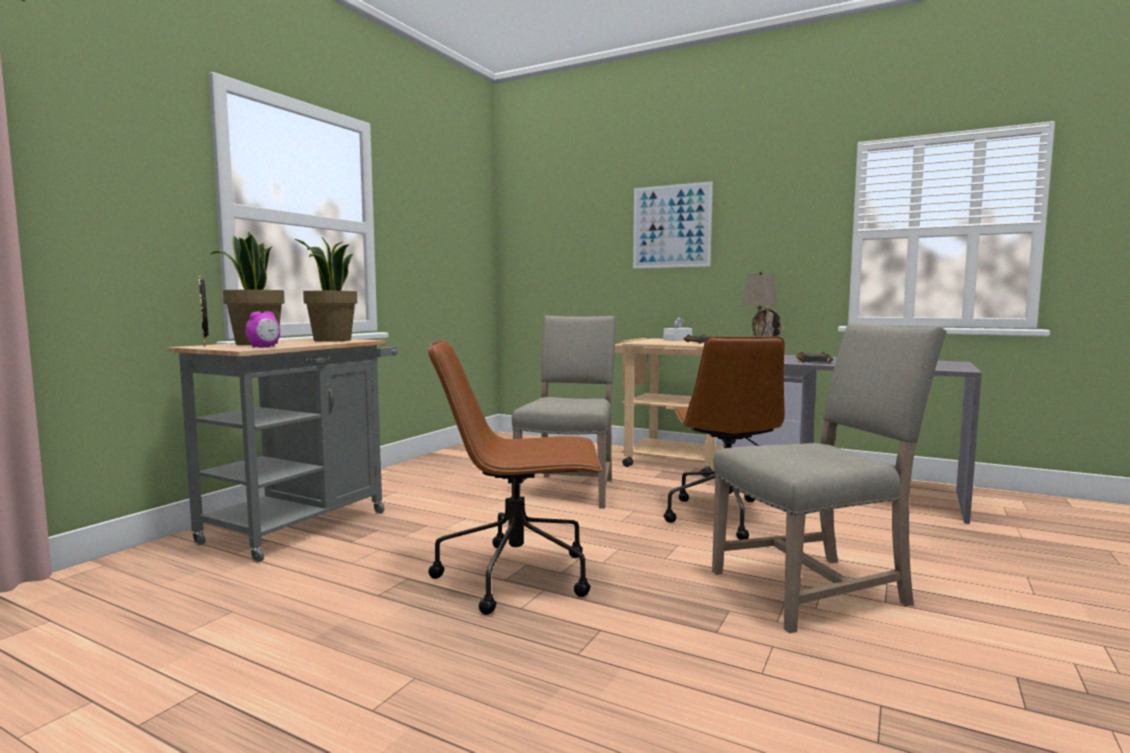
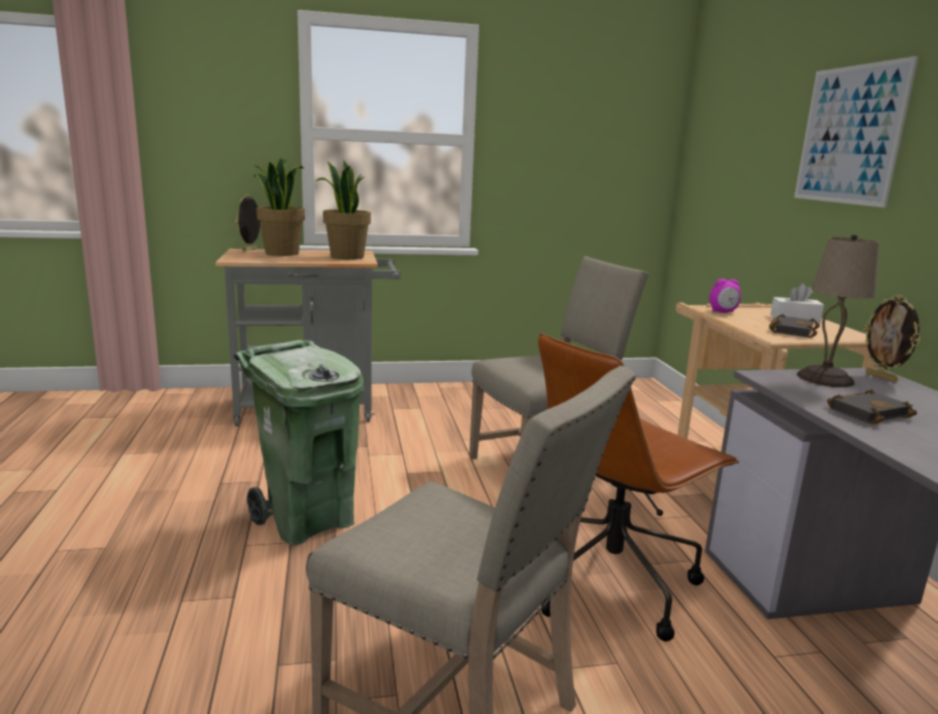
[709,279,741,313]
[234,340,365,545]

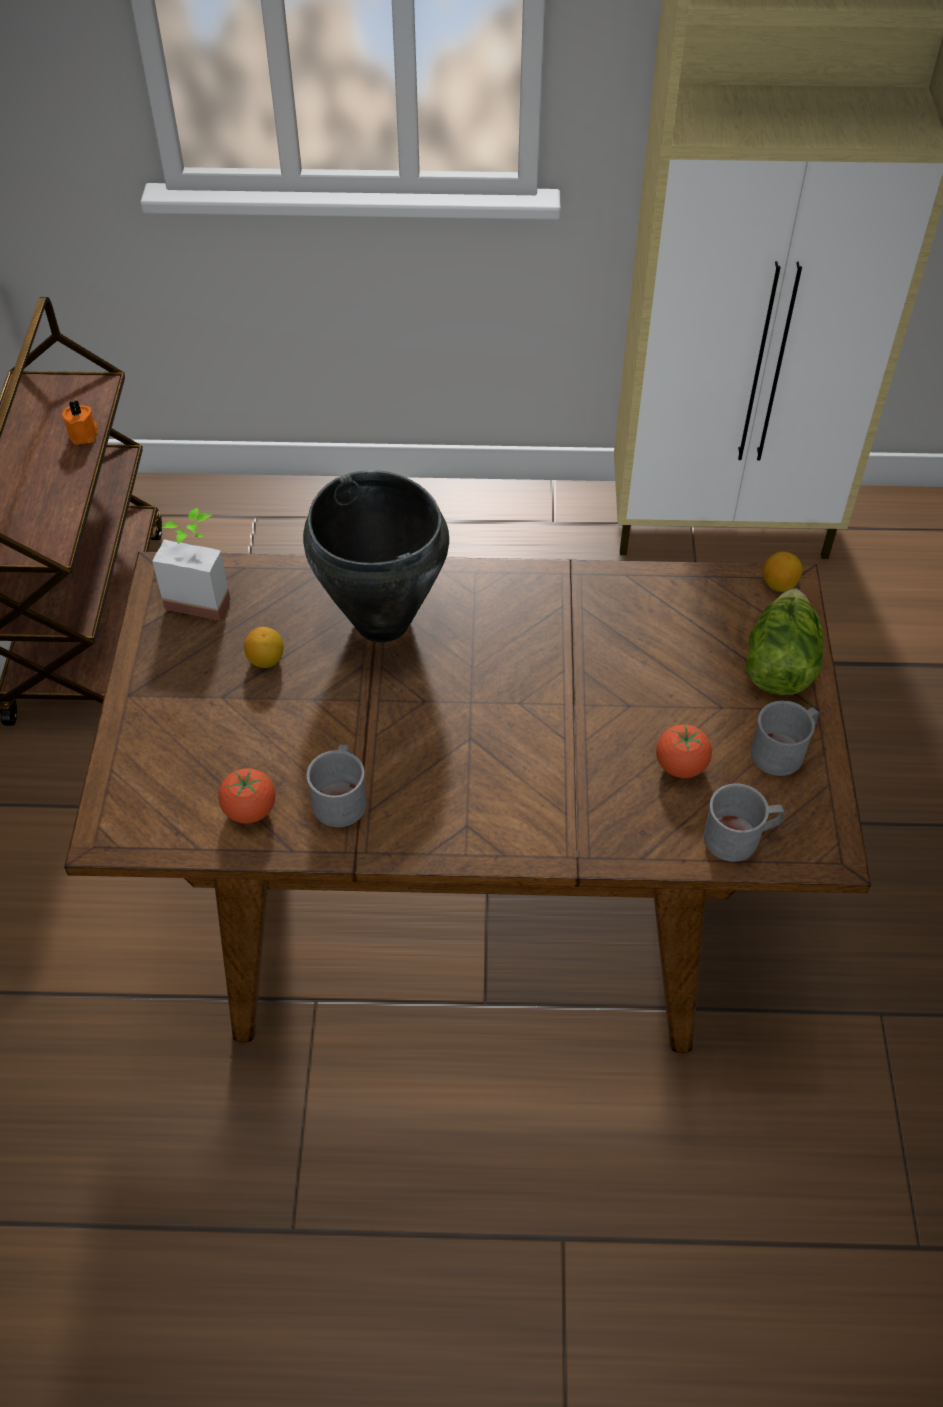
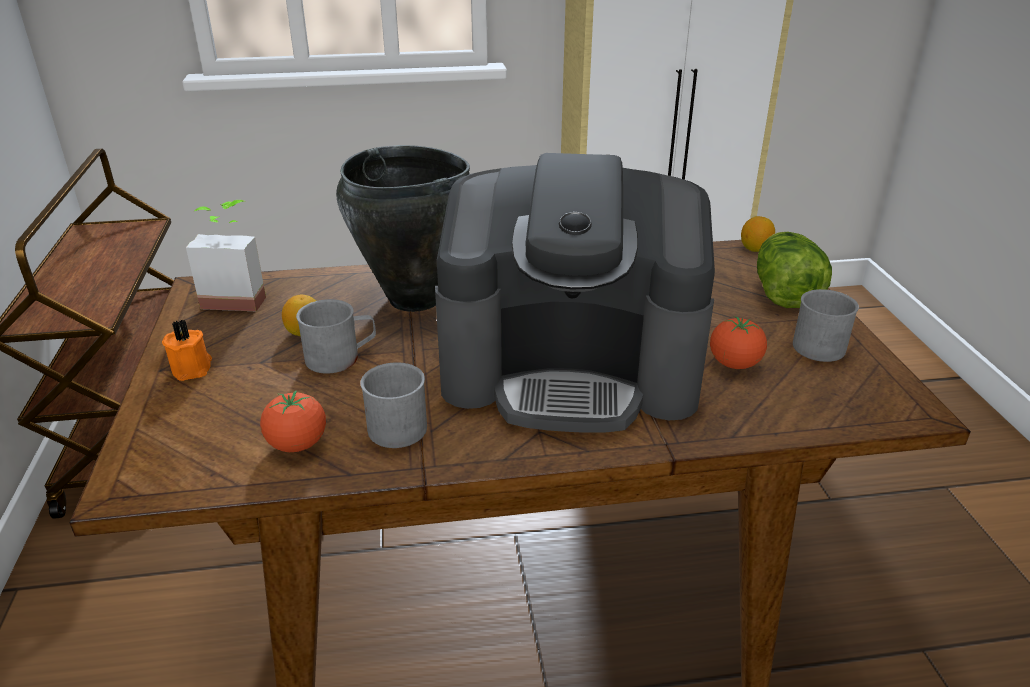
[162,319,212,381]
[296,299,376,374]
[435,153,715,433]

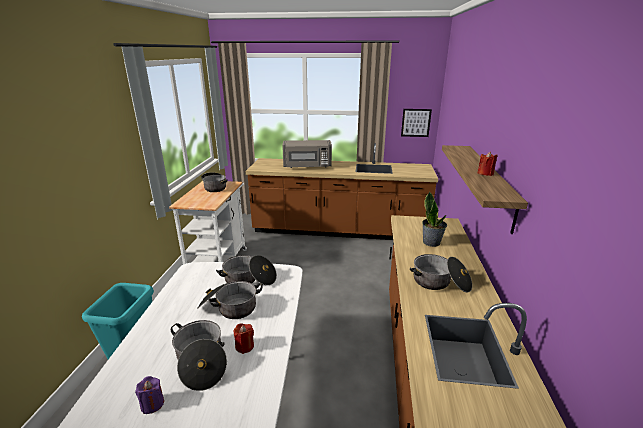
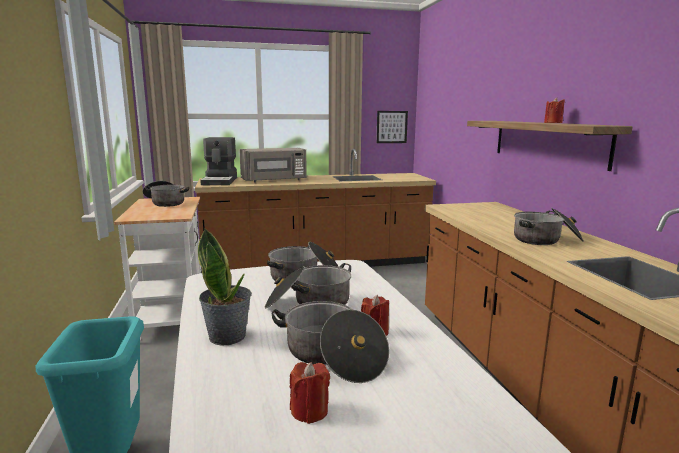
[290,362,330,424]
[198,229,252,346]
[200,137,237,185]

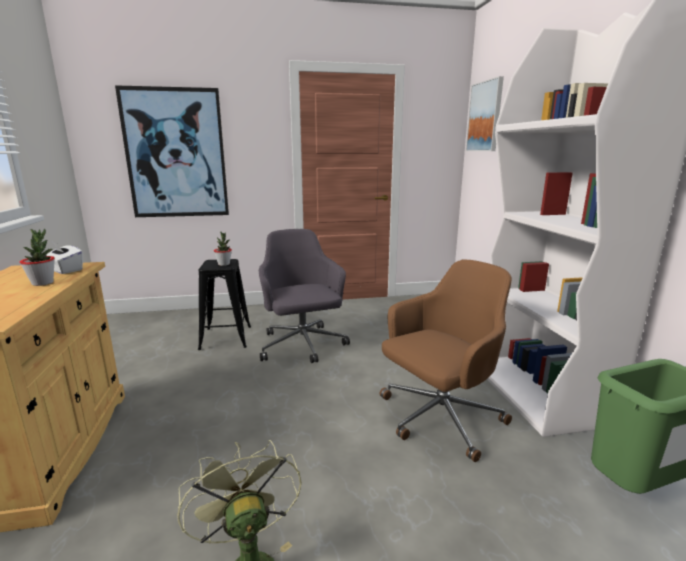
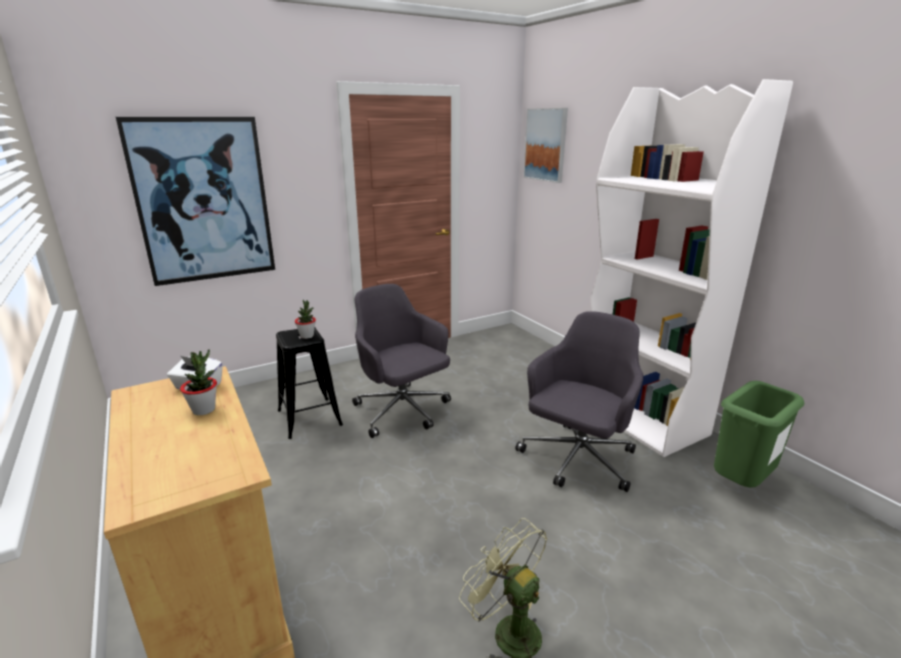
[515,311,643,492]

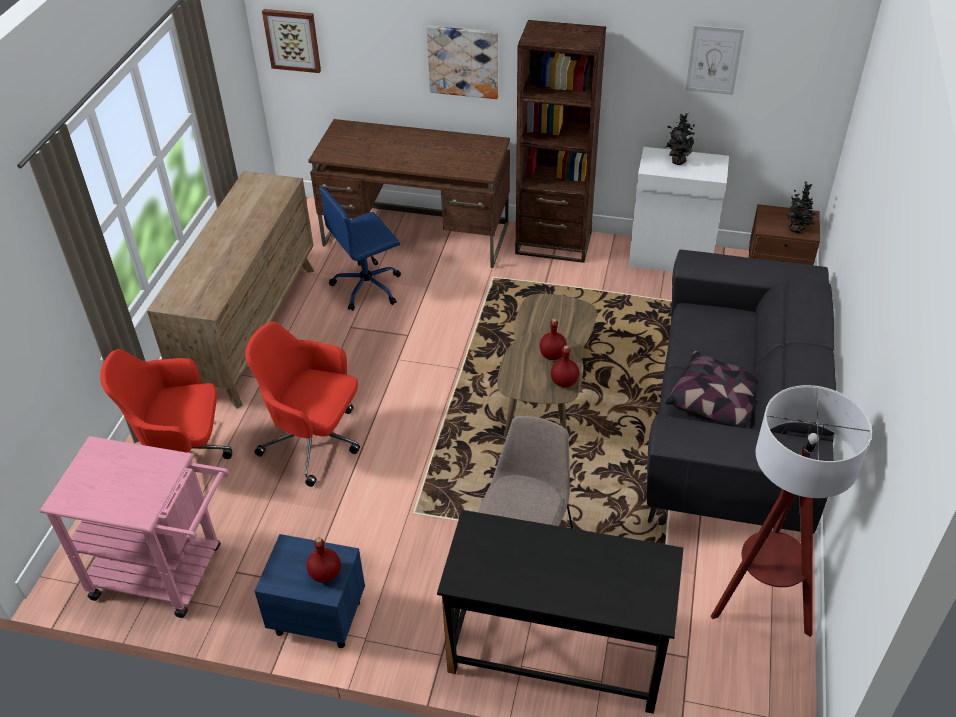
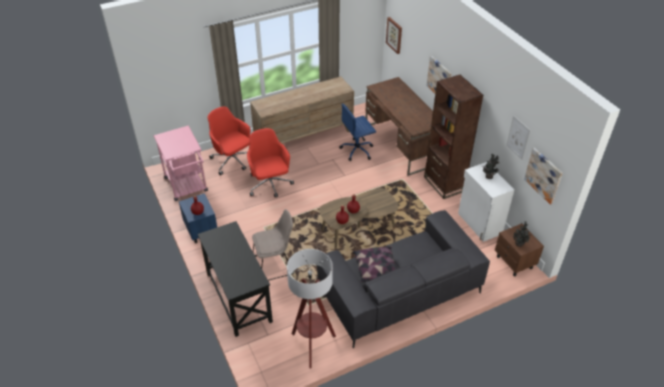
[339,104,376,161]
[524,148,563,205]

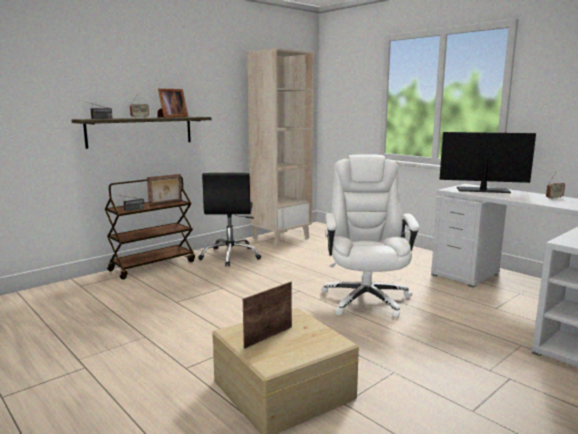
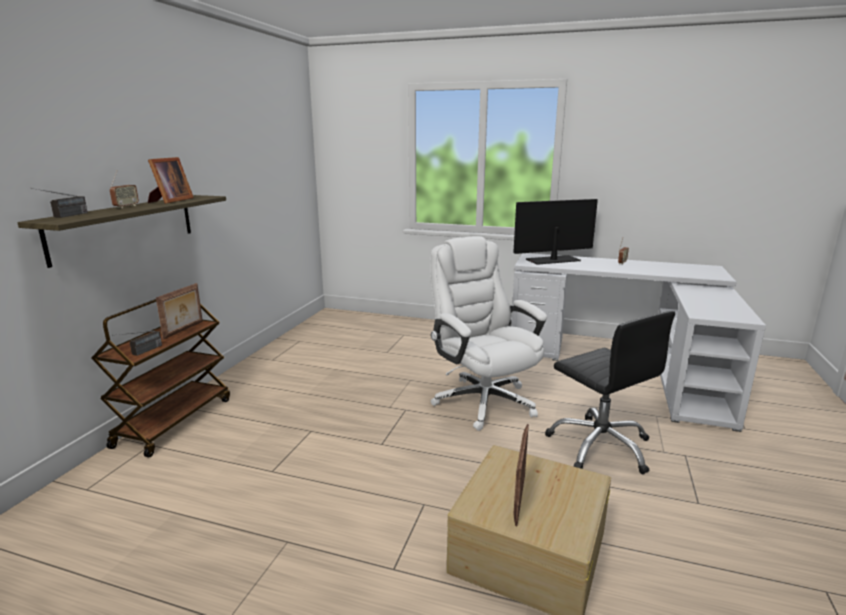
[545,311,675,474]
[247,48,314,247] (first image)

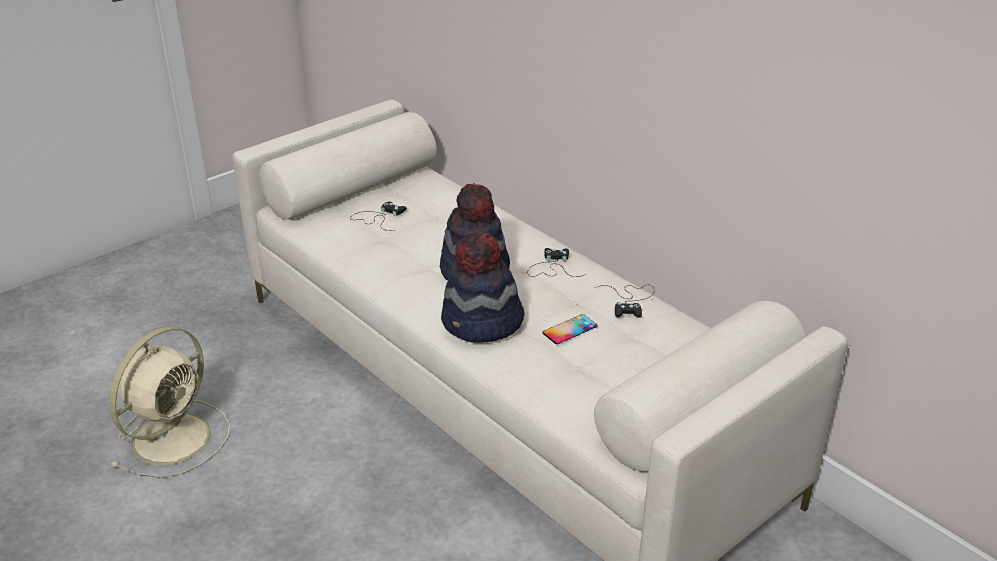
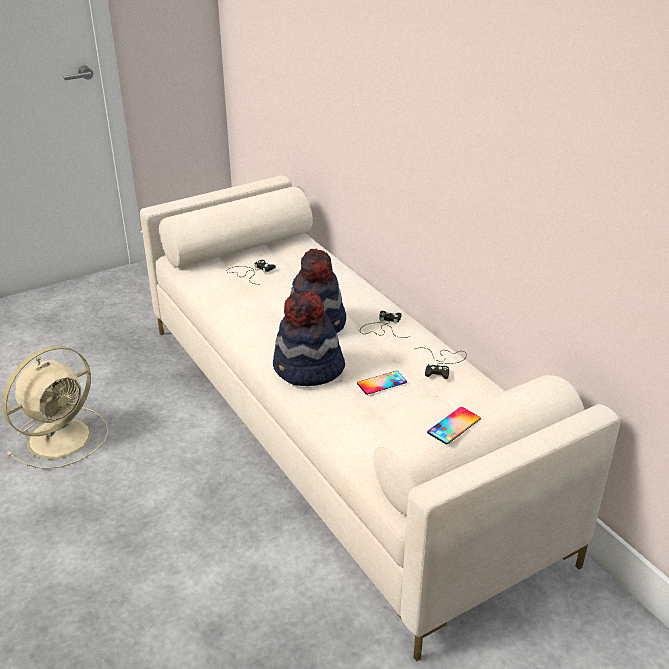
[427,407,481,444]

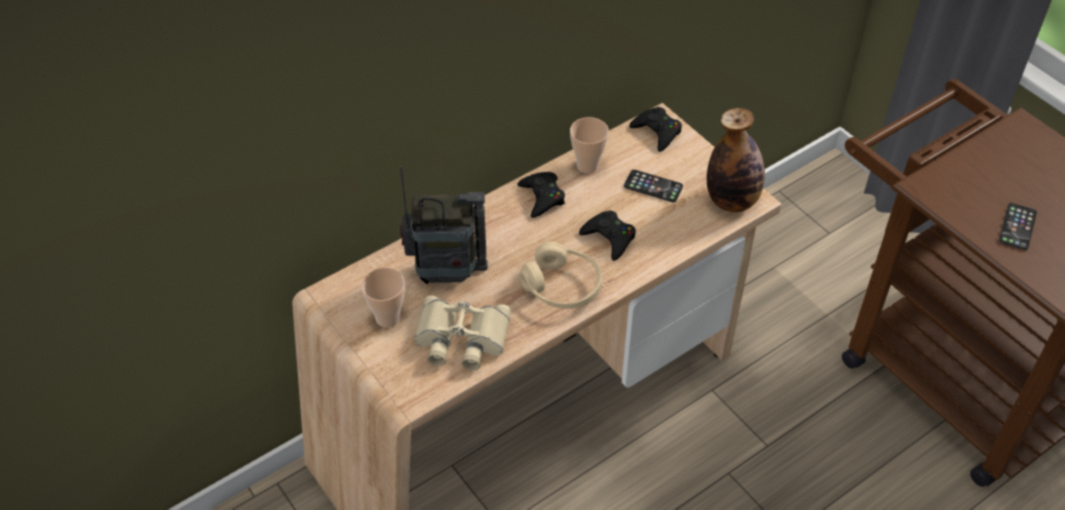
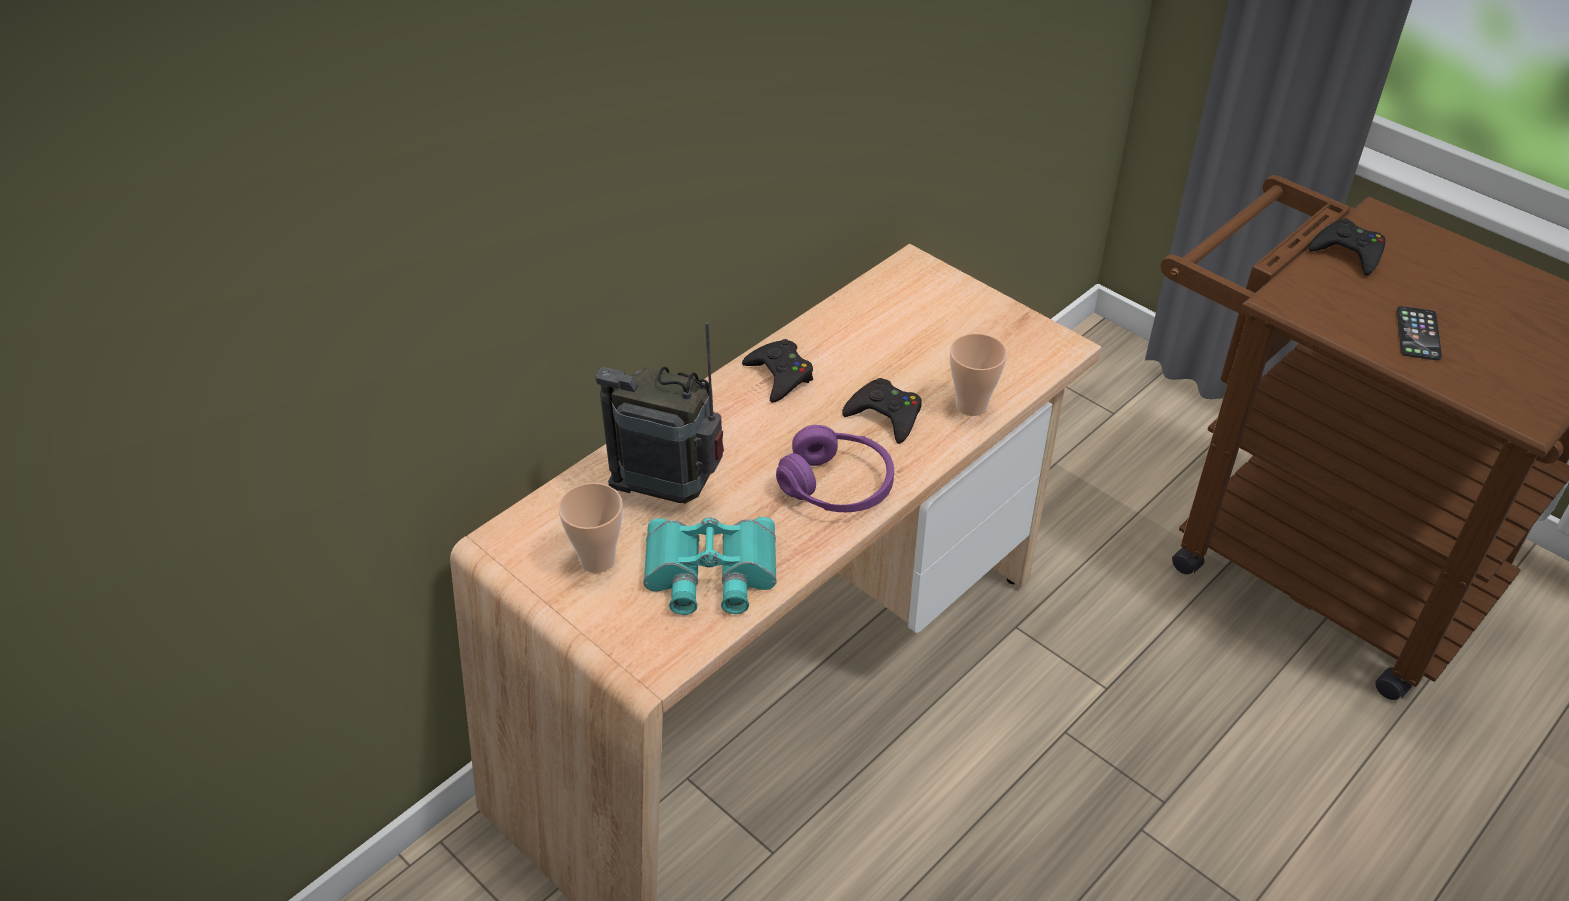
[595,322,724,504]
[643,517,777,615]
[776,425,894,512]
[950,333,1007,416]
[624,170,683,202] (first image)
[1309,218,1386,275]
[707,108,765,212] (first image)

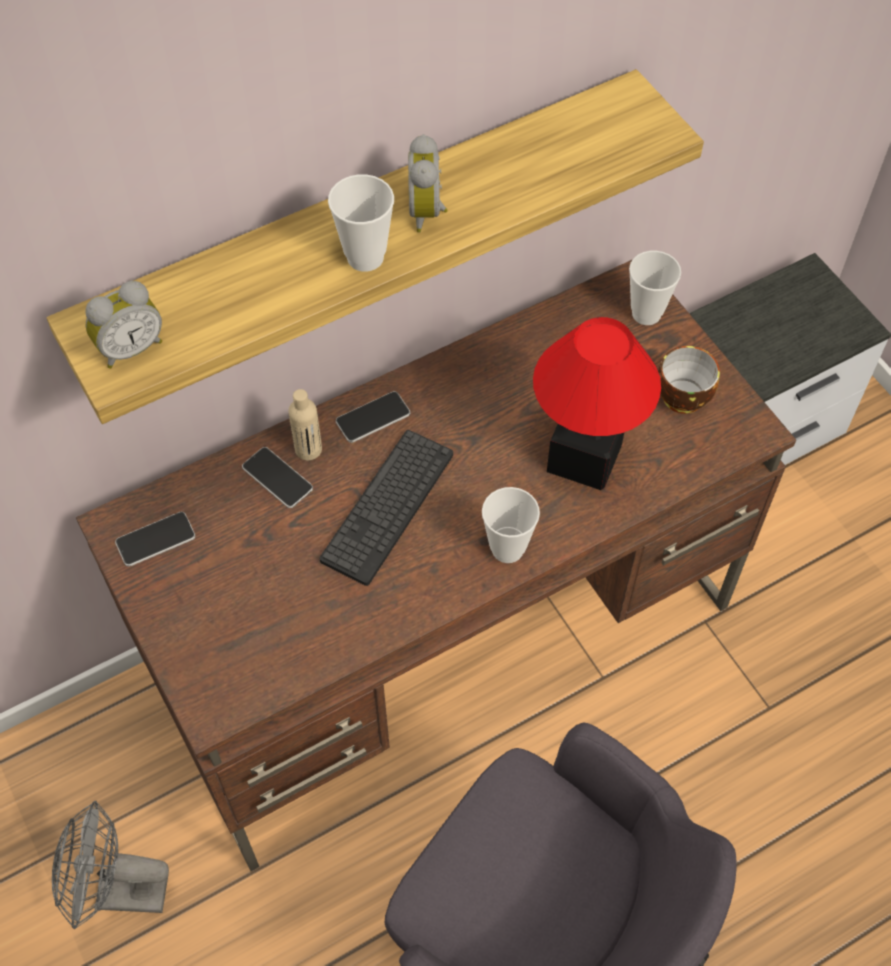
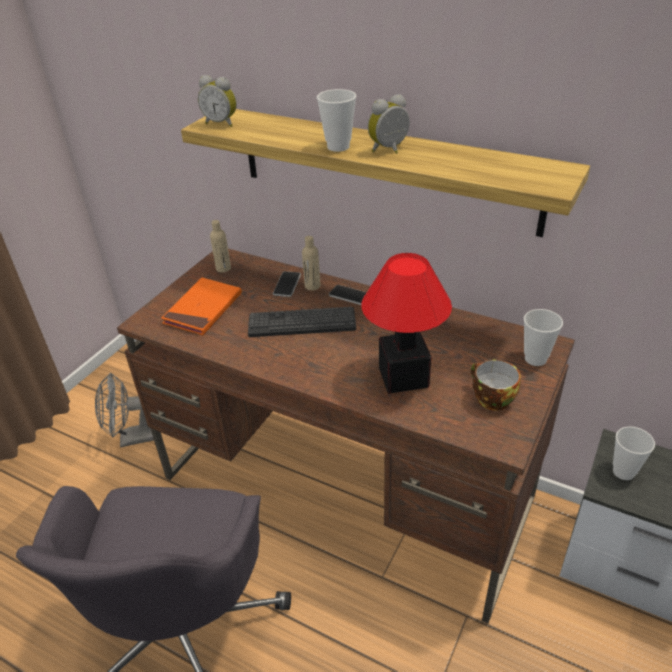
[95,373,154,448]
[210,220,231,273]
[613,426,655,480]
[161,278,242,335]

